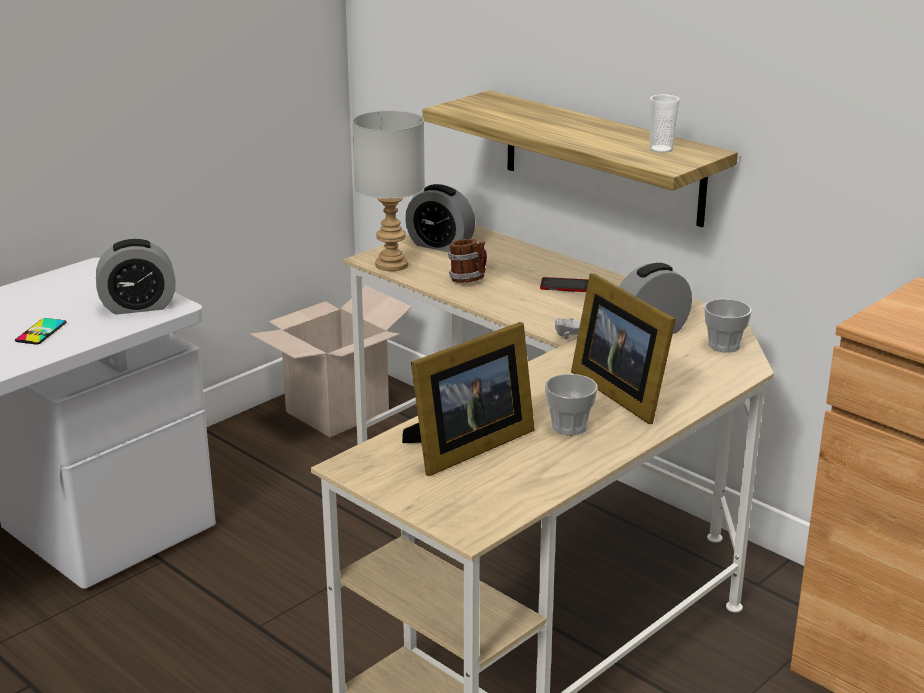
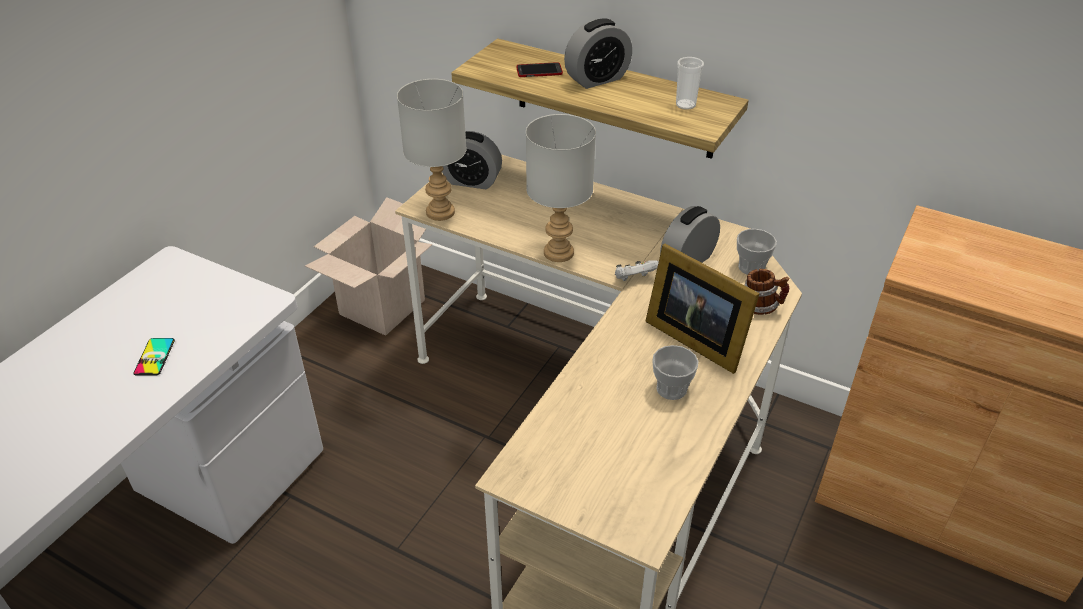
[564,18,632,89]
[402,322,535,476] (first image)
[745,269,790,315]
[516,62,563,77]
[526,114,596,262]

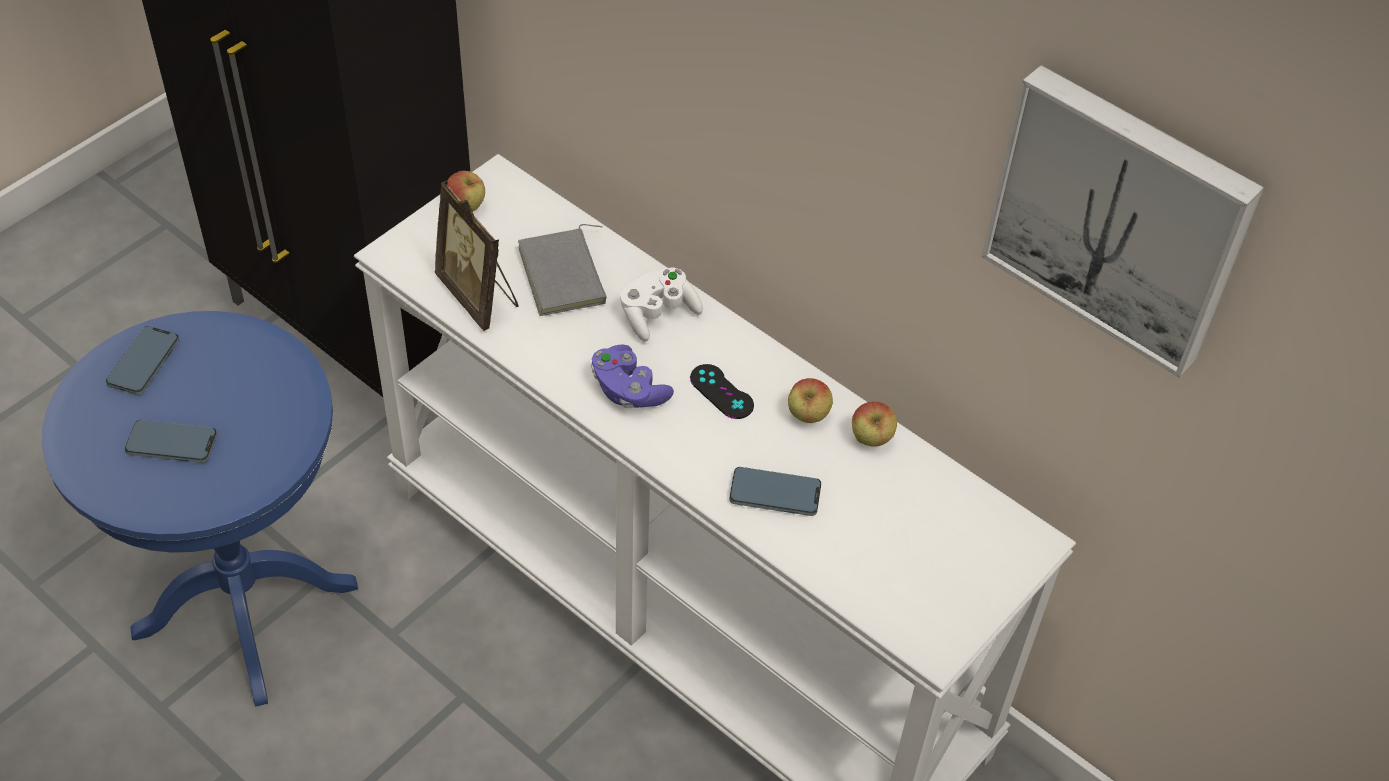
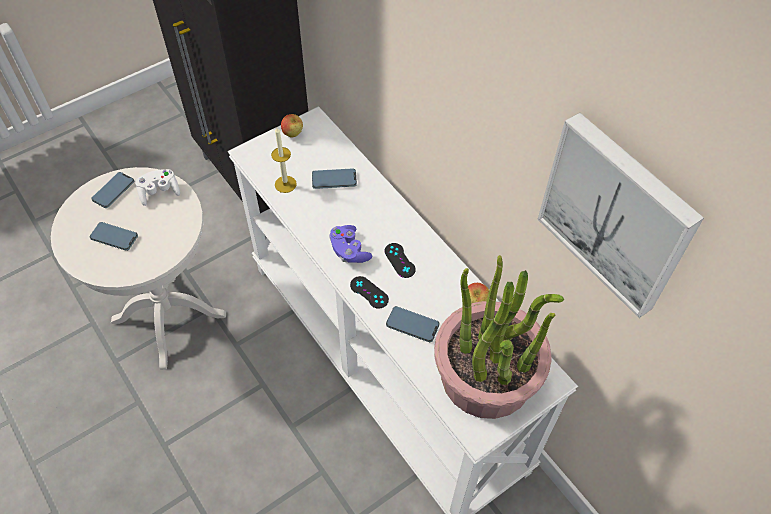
[51,167,226,370]
[271,128,297,193]
[312,168,357,189]
[135,169,180,206]
[788,378,833,423] (first image)
[350,276,389,309]
[434,255,564,419]

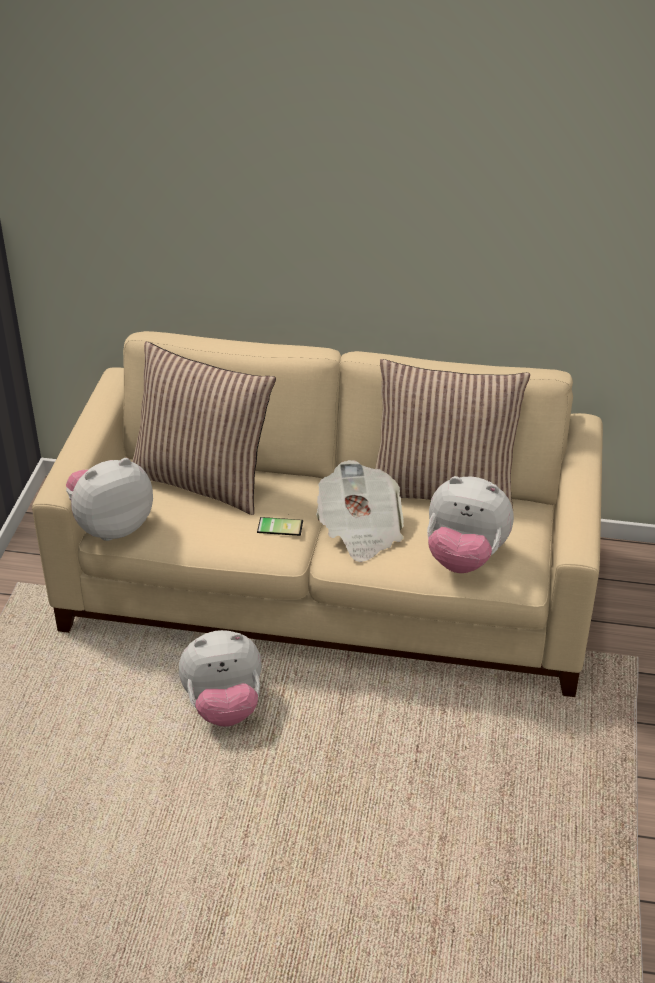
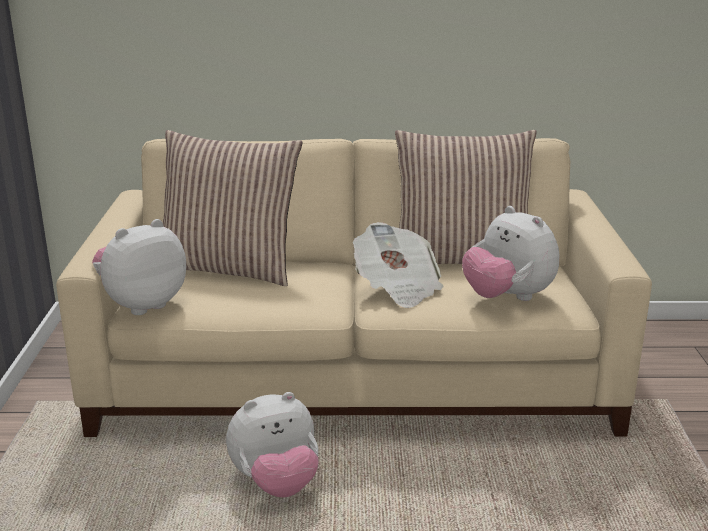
[257,517,303,536] (first image)
[462,206,559,301]

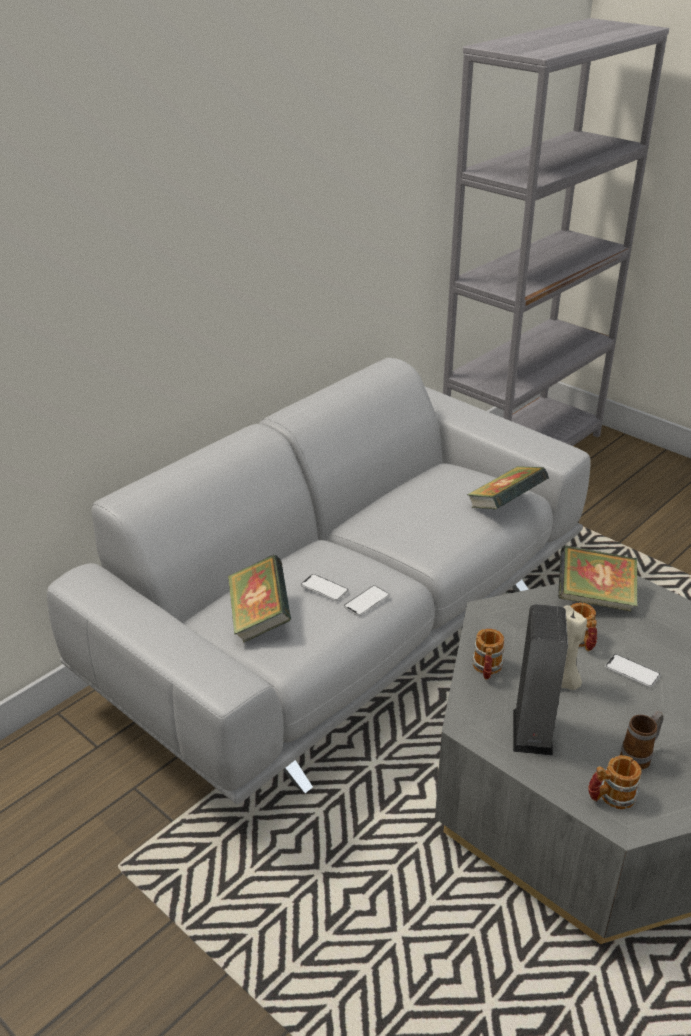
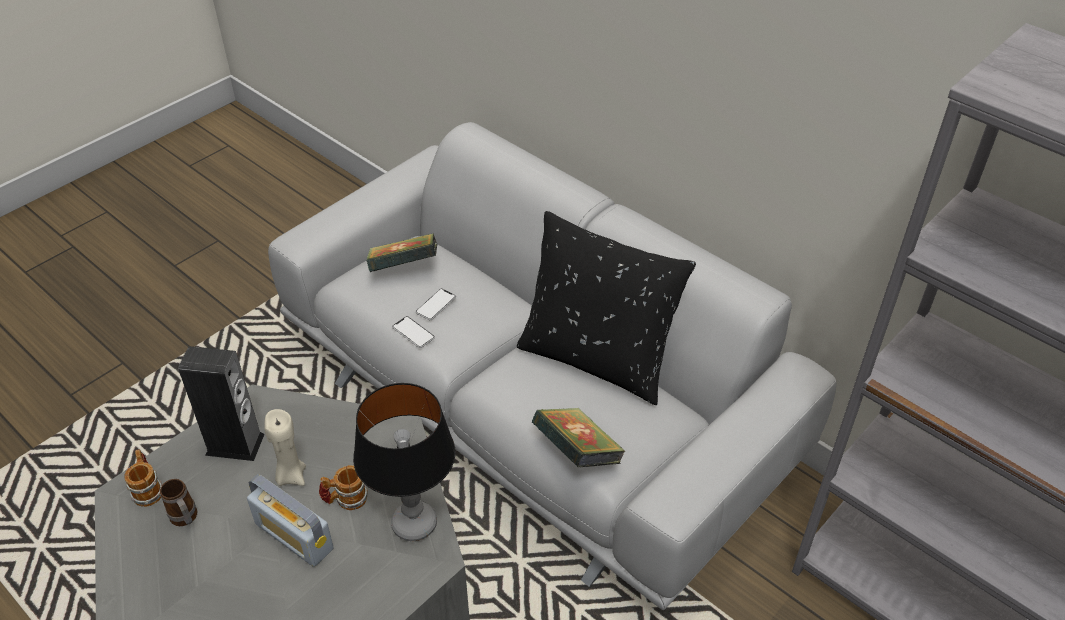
[472,629,504,680] (first image)
[353,383,456,541]
[247,474,334,567]
[517,211,696,405]

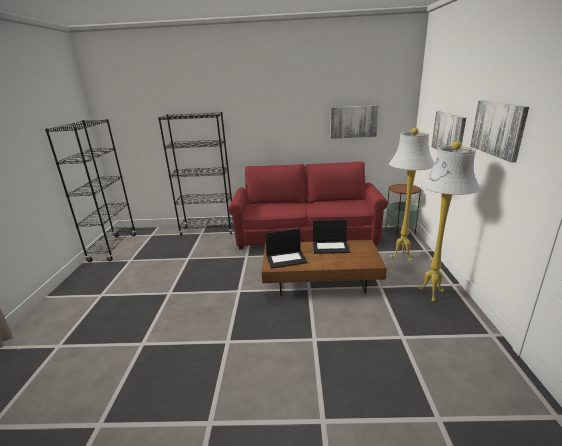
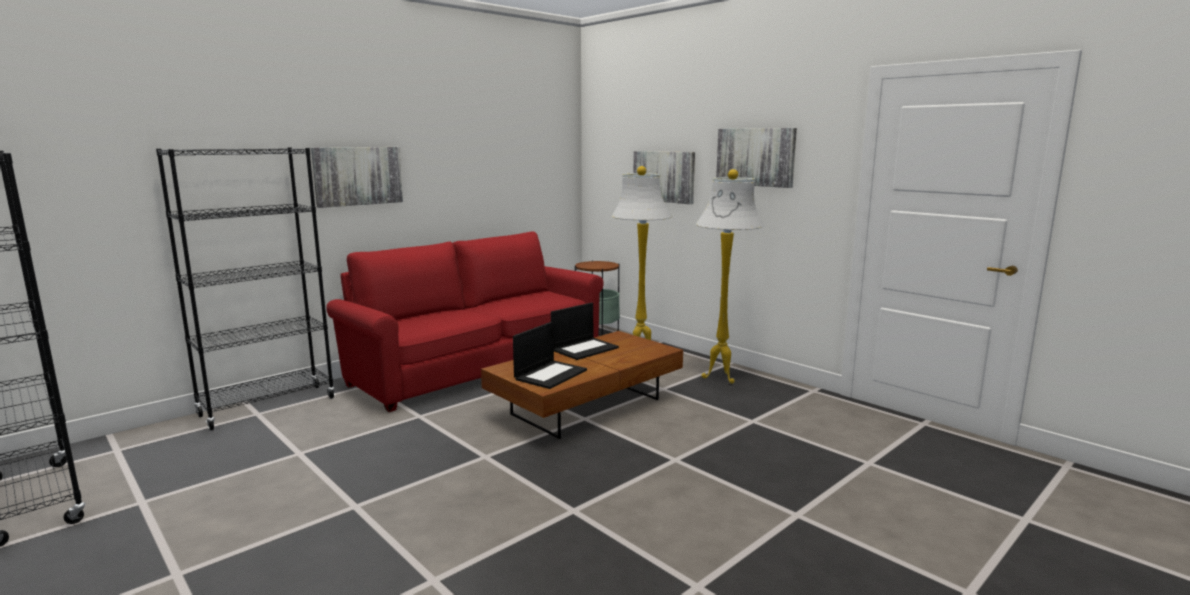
[311,147,403,208]

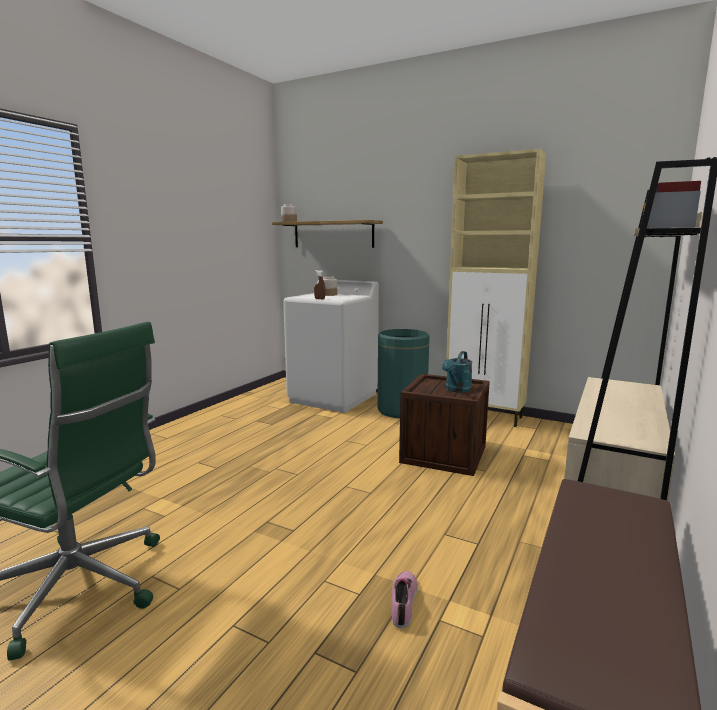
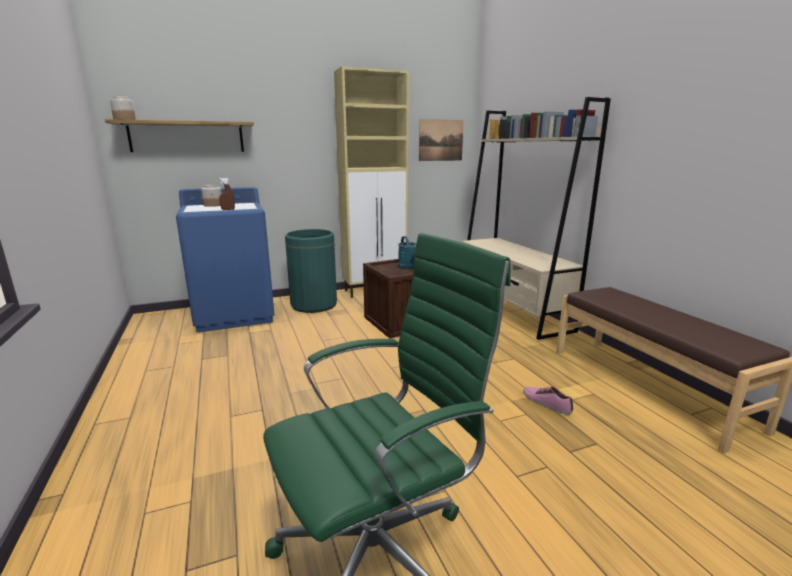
[176,187,275,333]
[419,119,464,161]

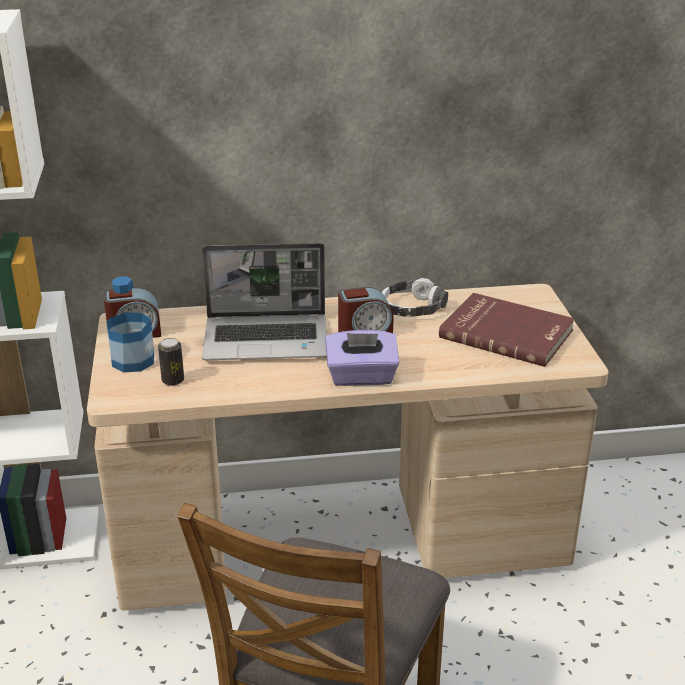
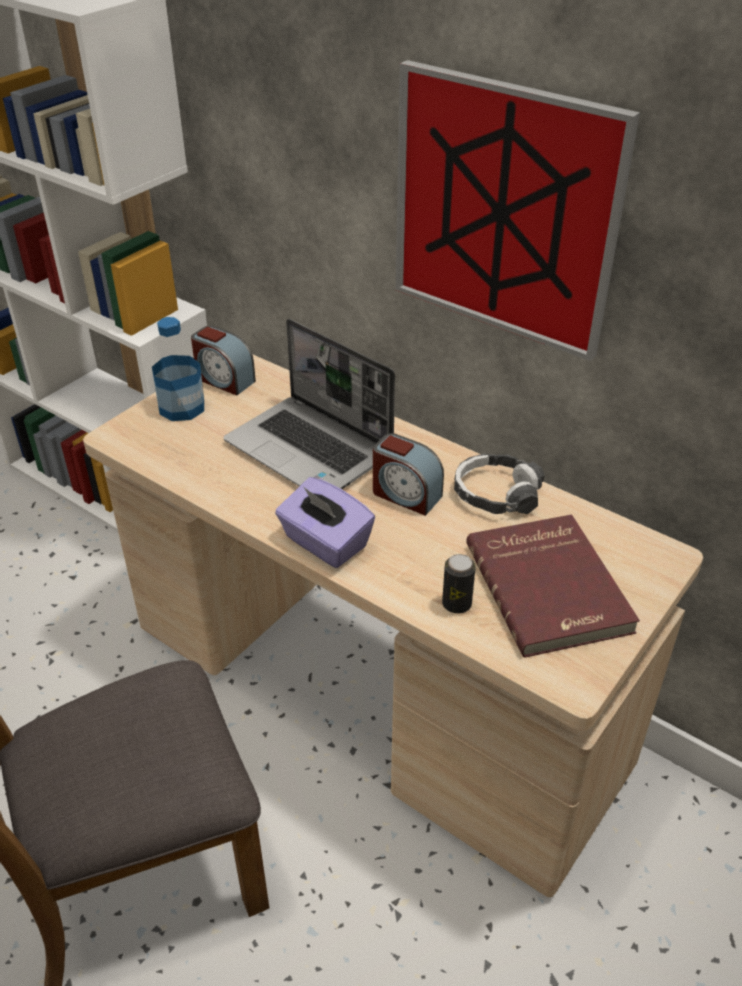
[442,554,476,613]
[396,60,640,361]

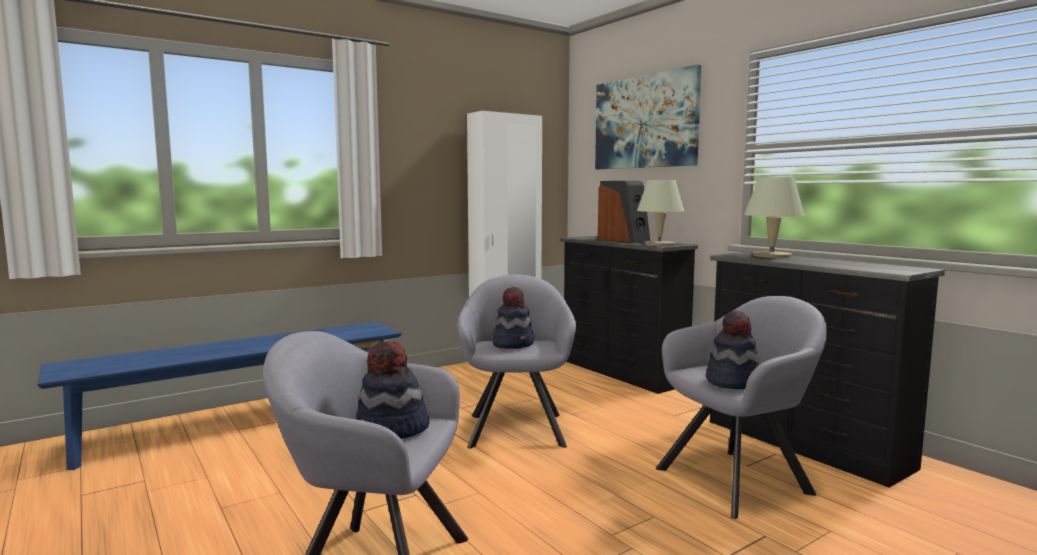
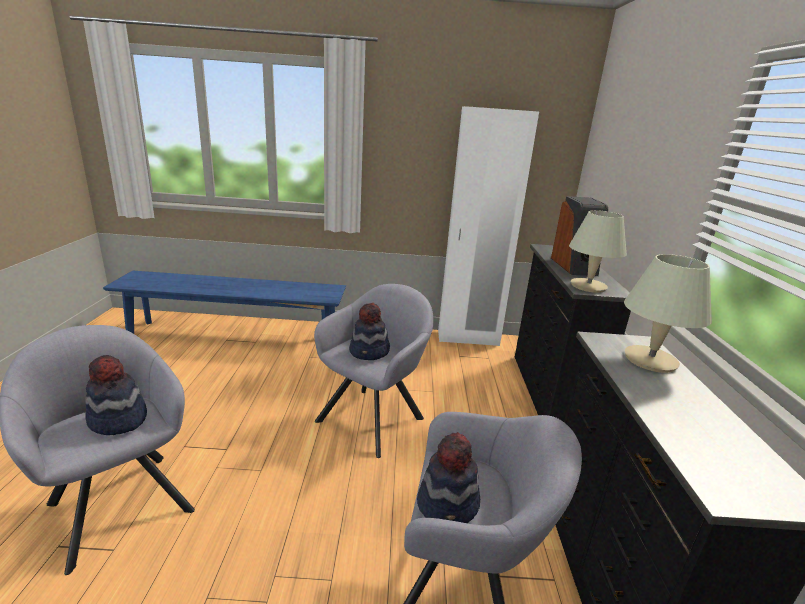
[595,64,701,169] (first image)

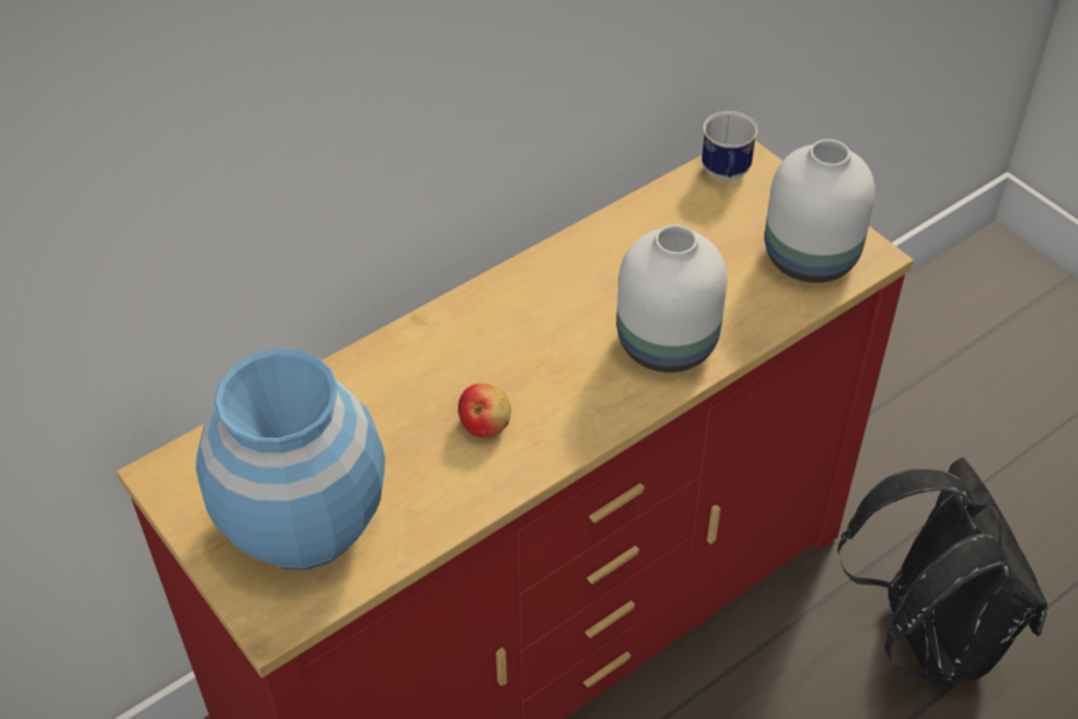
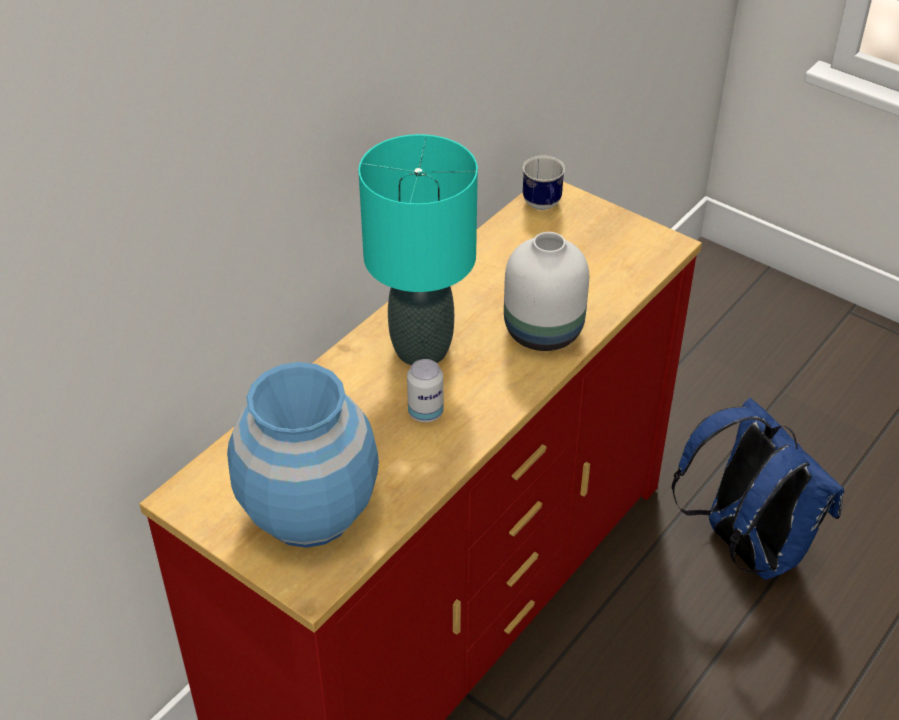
[407,359,443,422]
[765,139,875,283] (first image)
[672,398,845,580]
[358,134,478,365]

